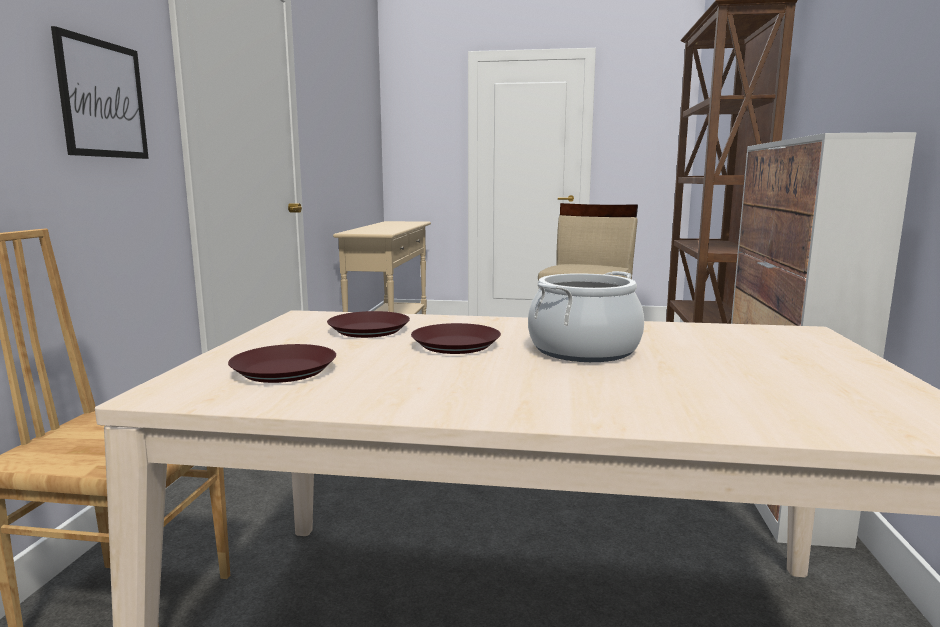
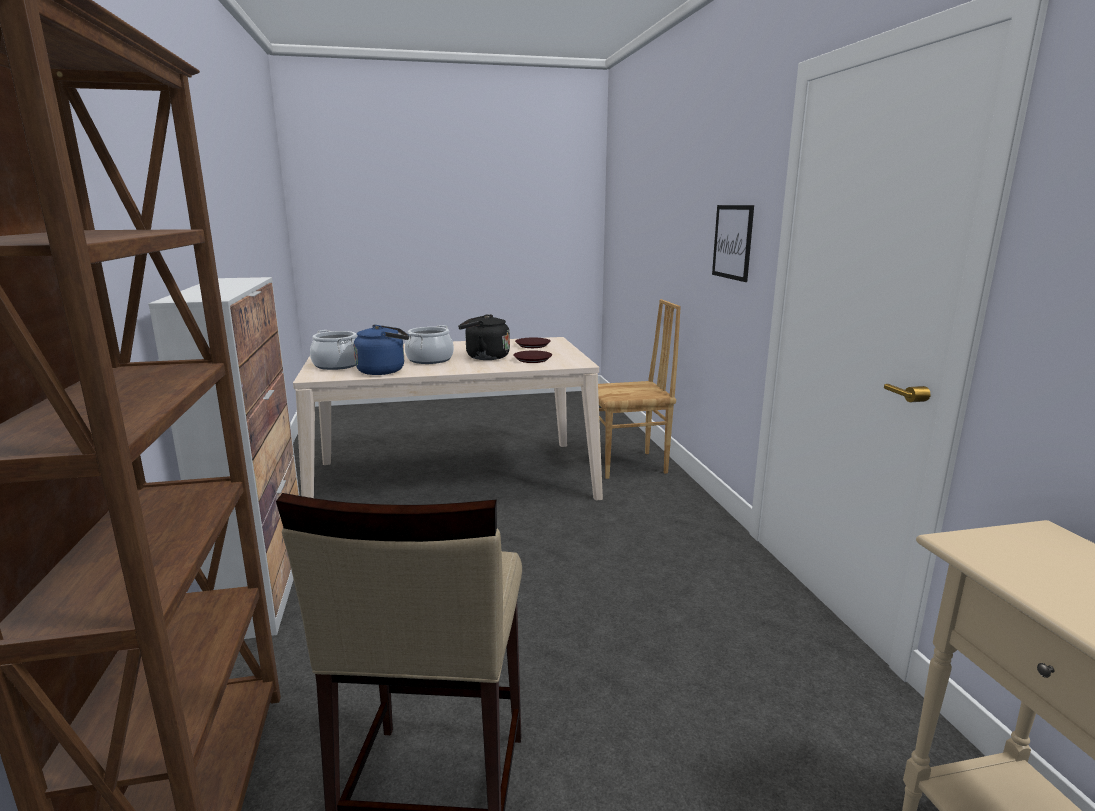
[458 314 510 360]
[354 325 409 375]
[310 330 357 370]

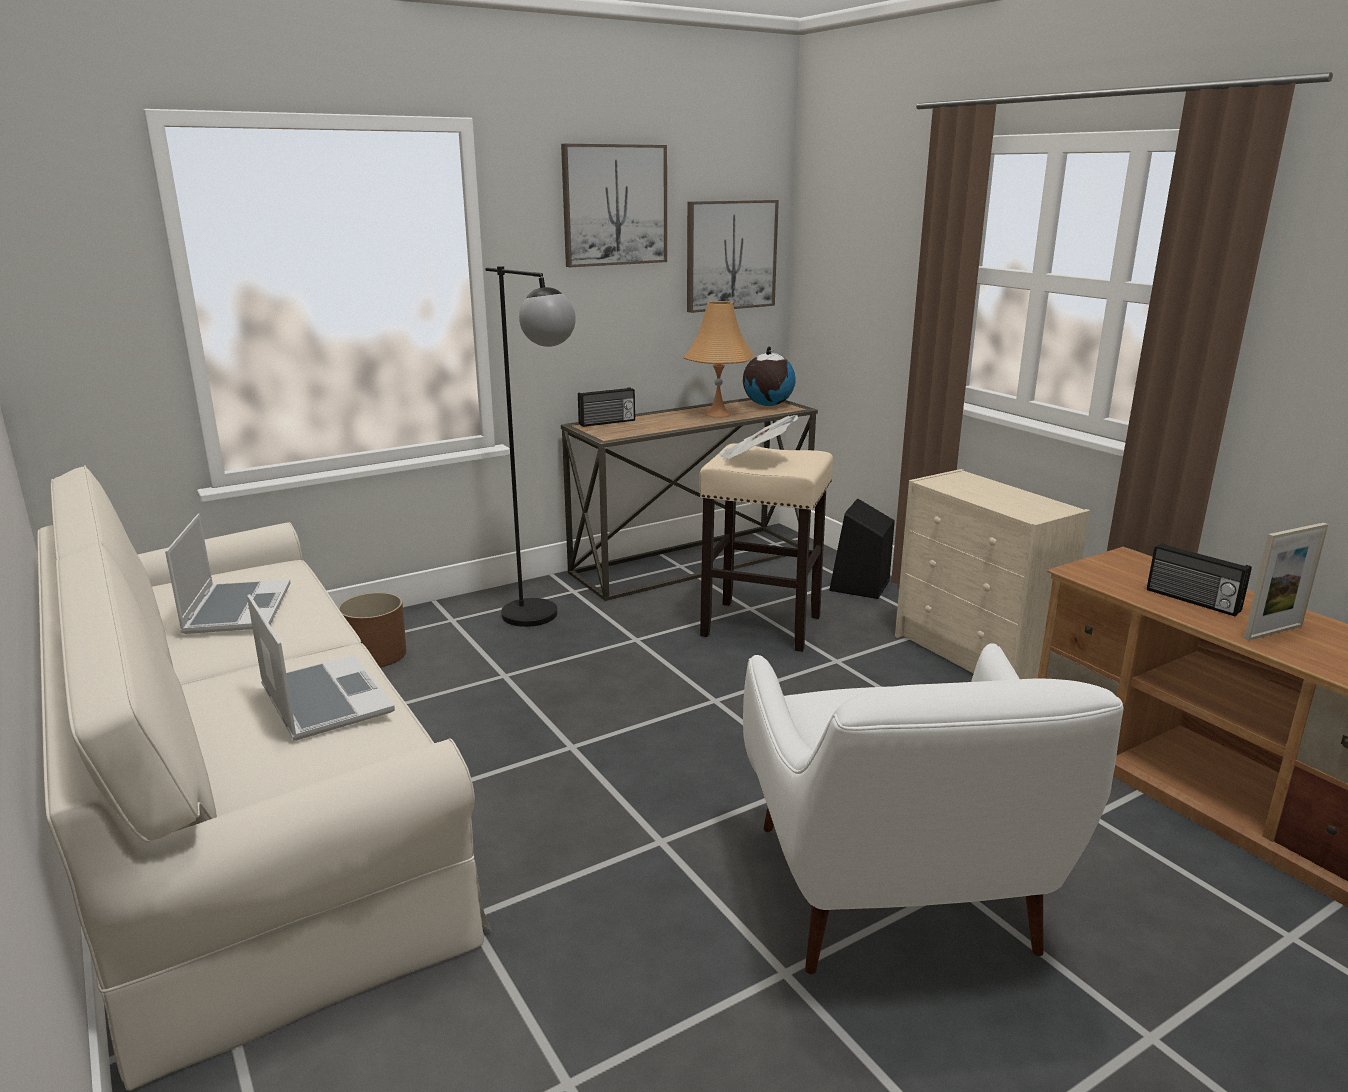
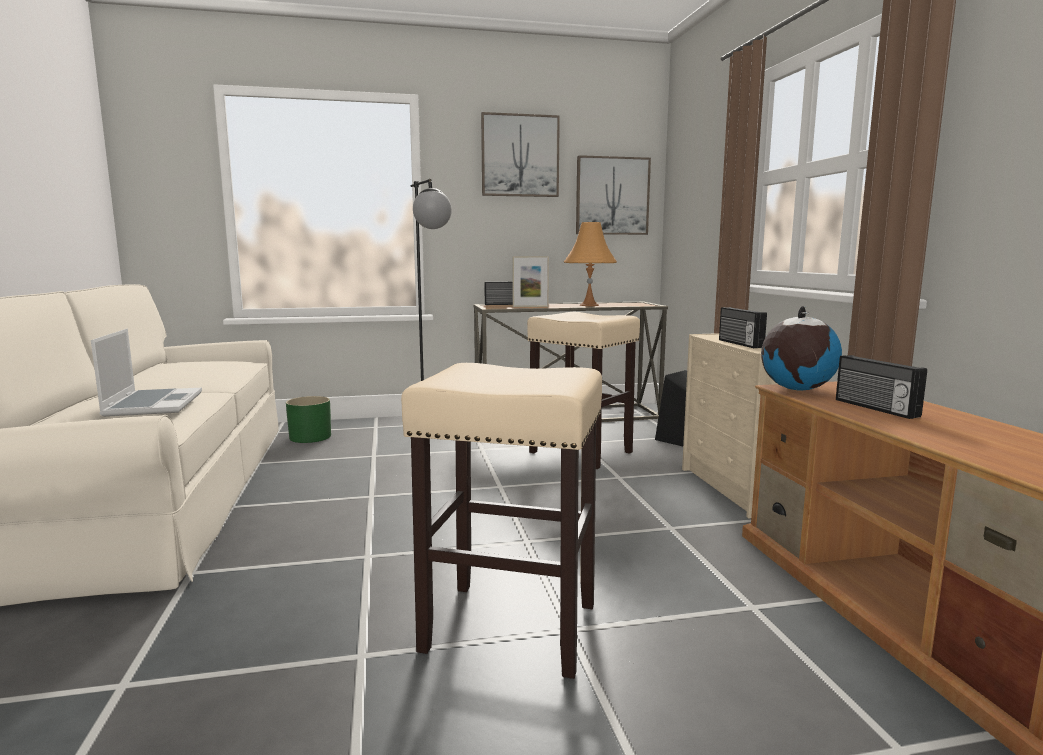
[761 306 842 391]
[719 415 798 461] (first image)
[165 514 291 634] (first image)
[513 256 549 307]
[286 396 331 443]
[401 363 602 679]
[719 307 767 348]

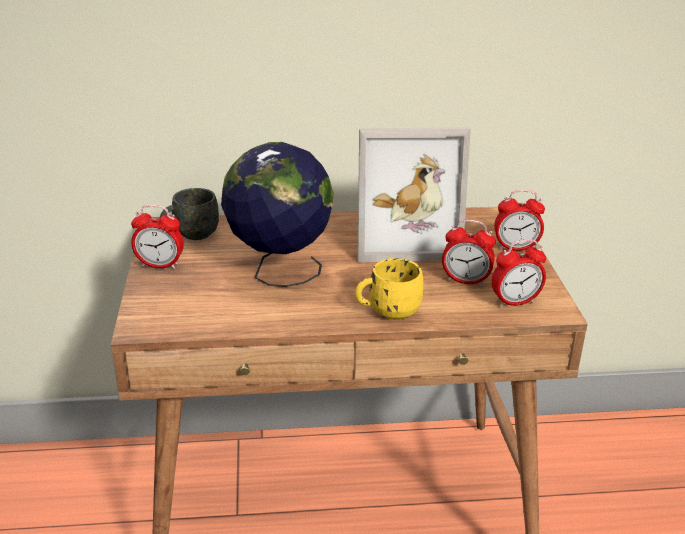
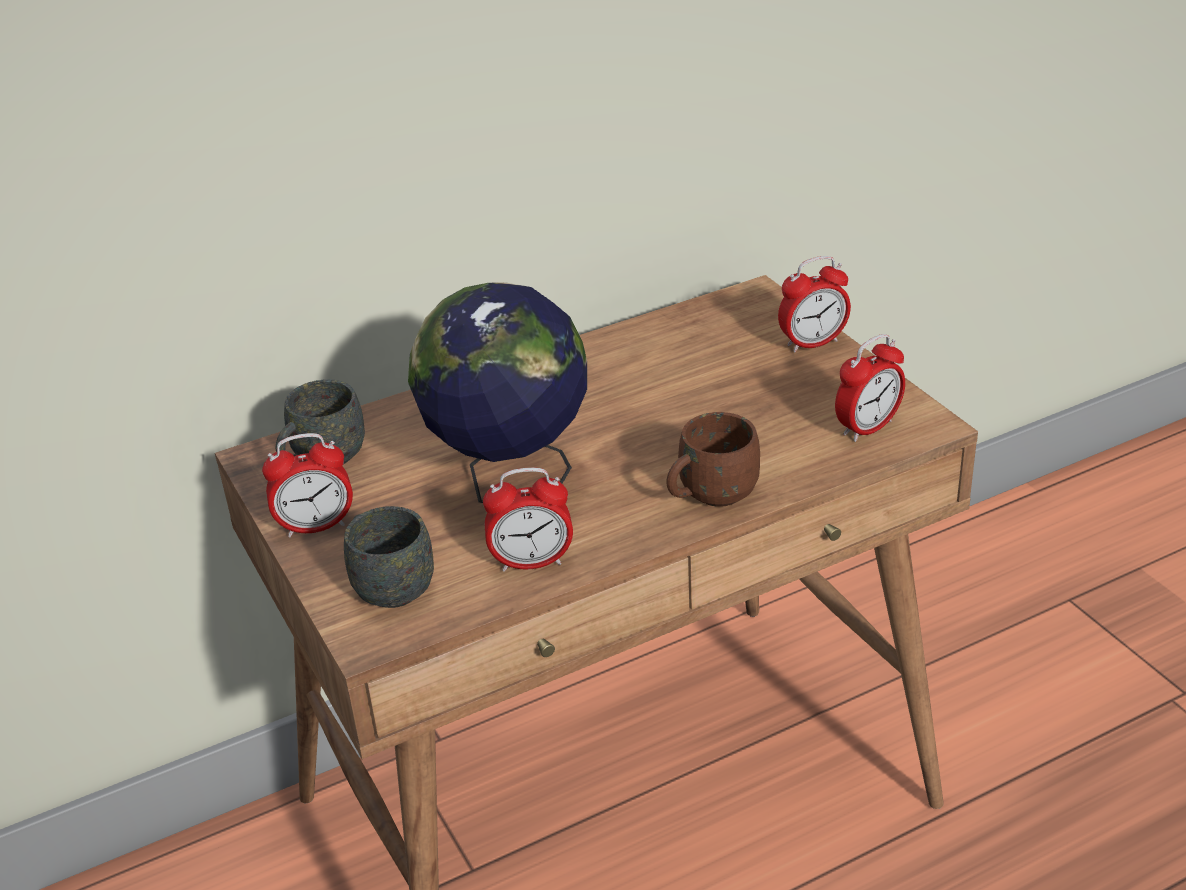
[358 127 471 263] (first image)
[483 468 573 572]
[666 412 760 507]
[344 506 434 608]

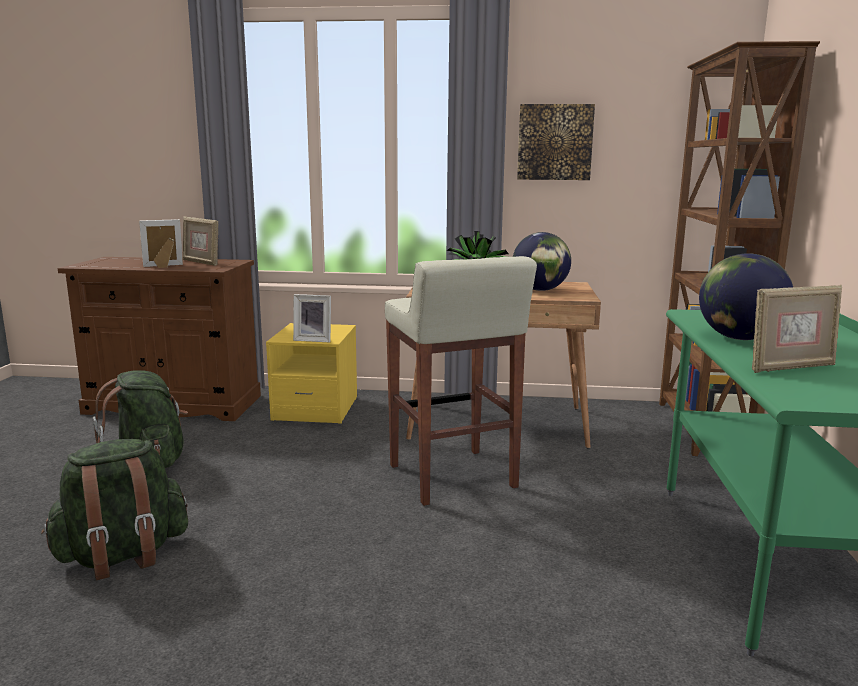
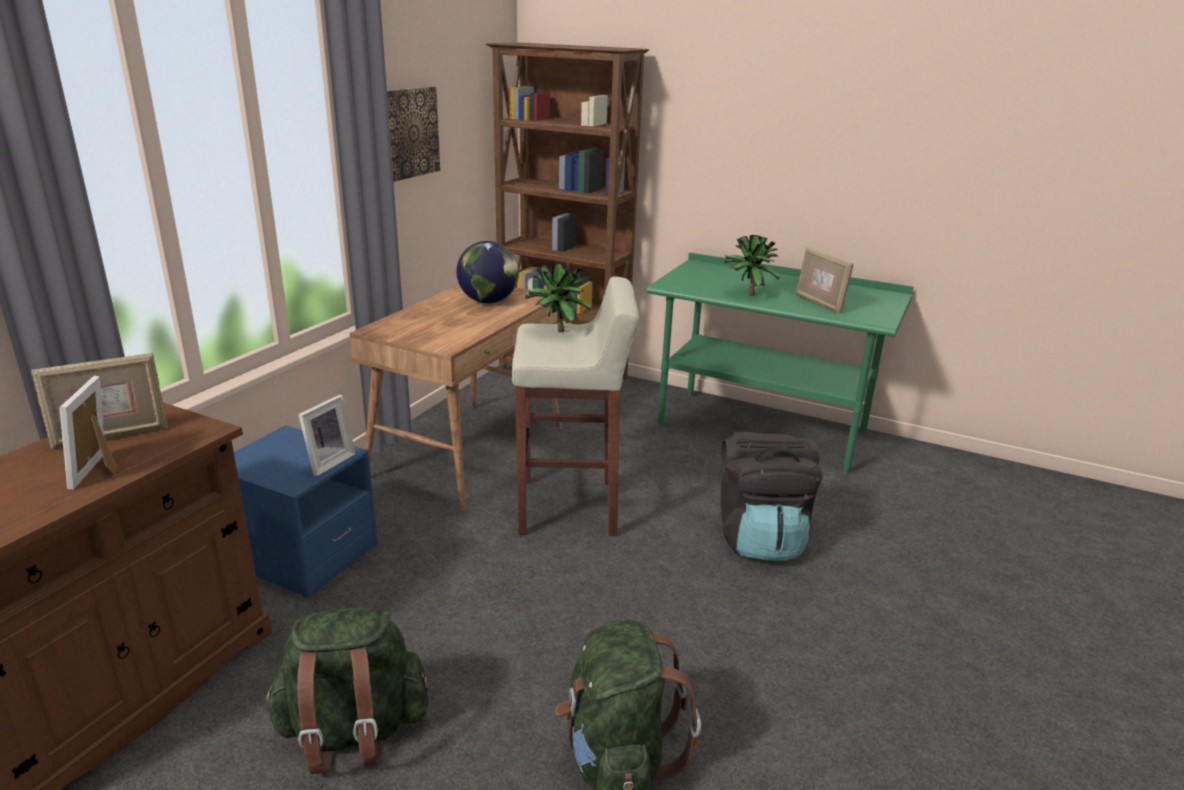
[724 235 781 296]
[796 246 854 314]
[234 425 378 598]
[721 432 823 561]

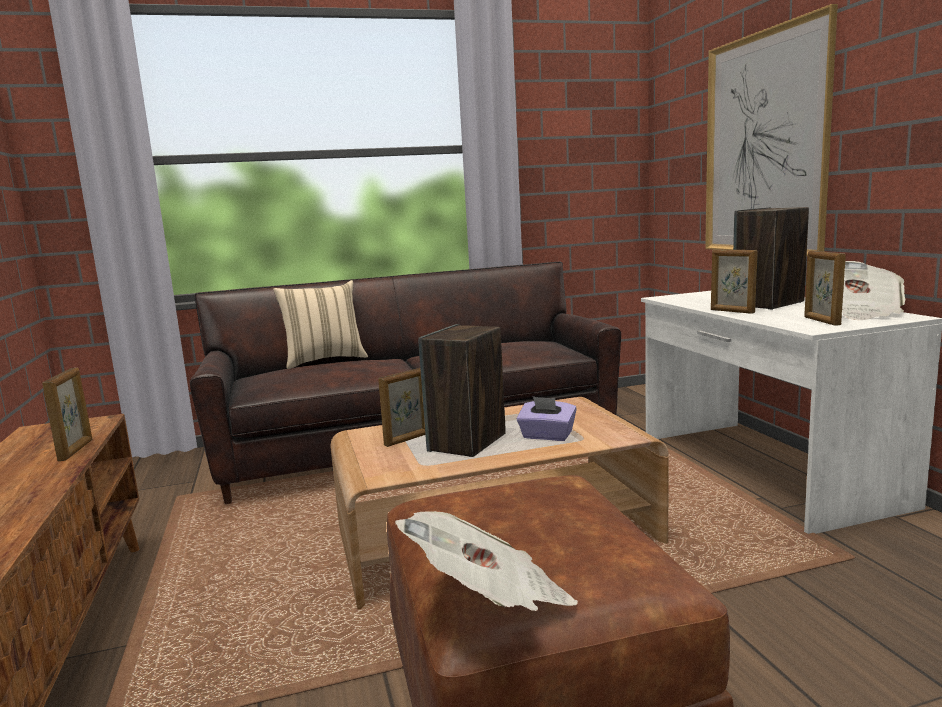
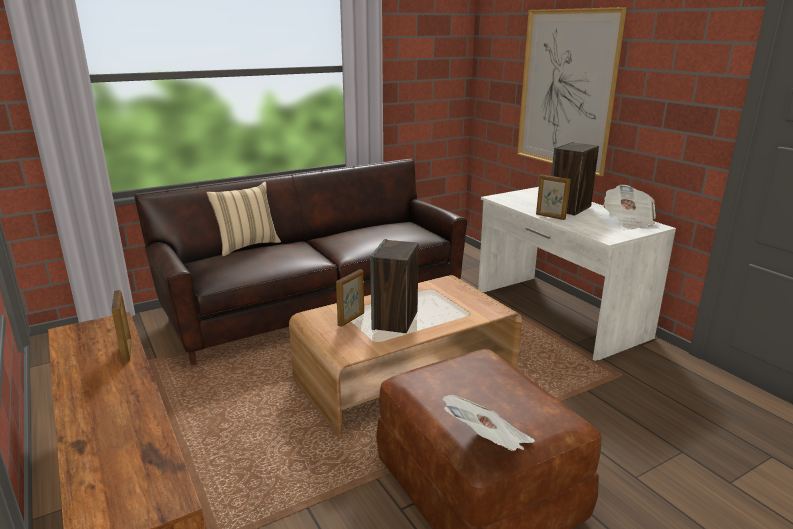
[804 250 846 326] (first image)
[516 396 577 441] (first image)

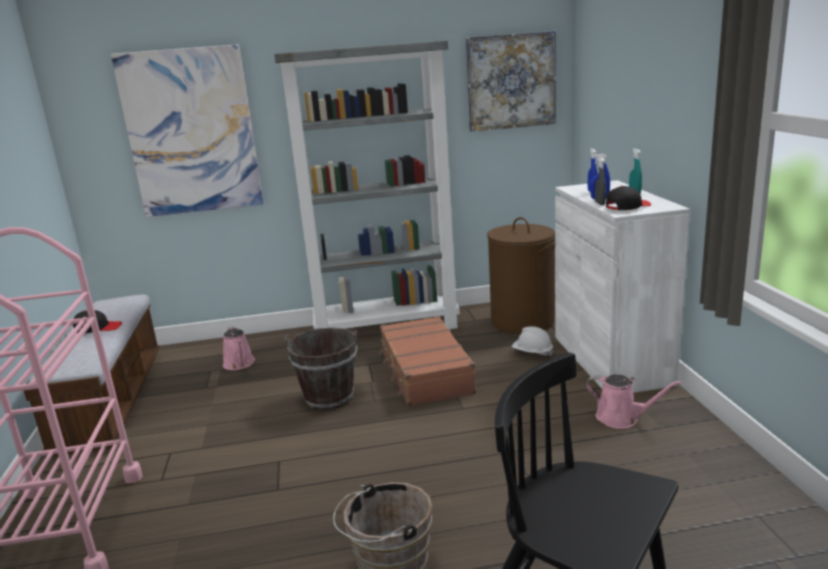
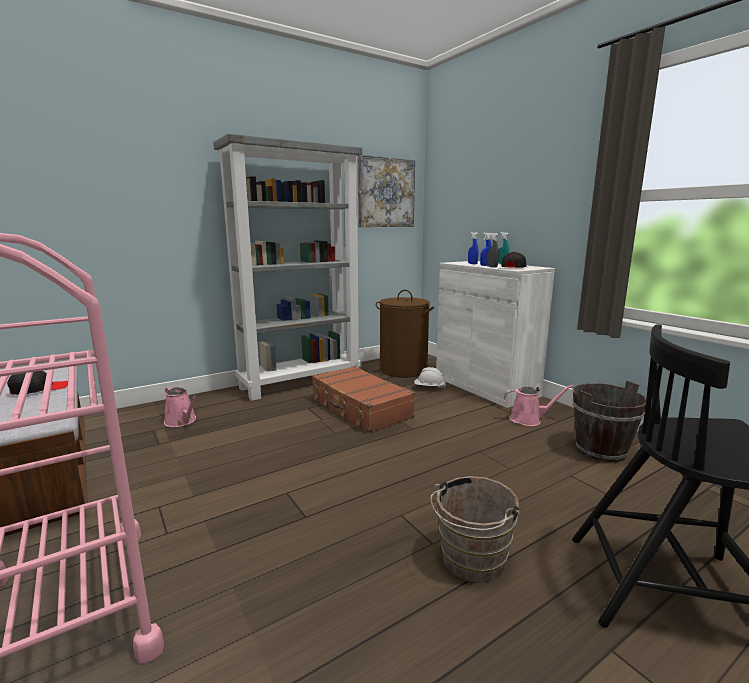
[111 44 263 217] (first image)
[572 381 646 462]

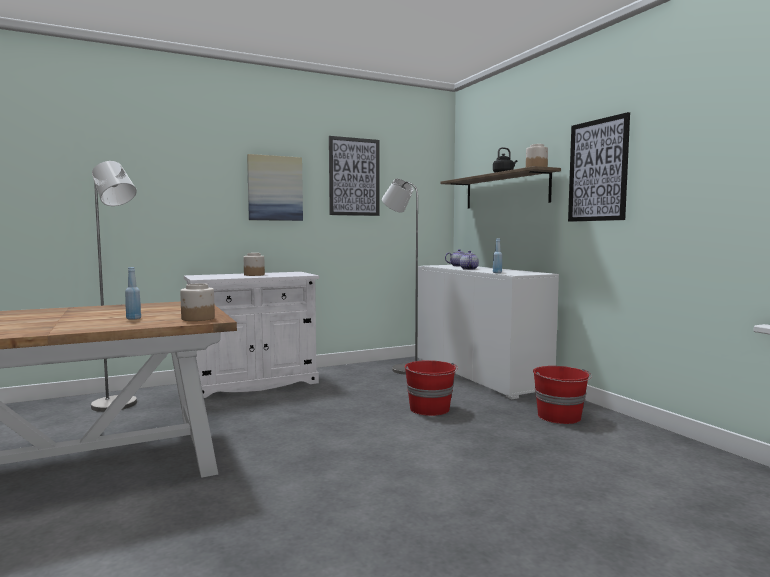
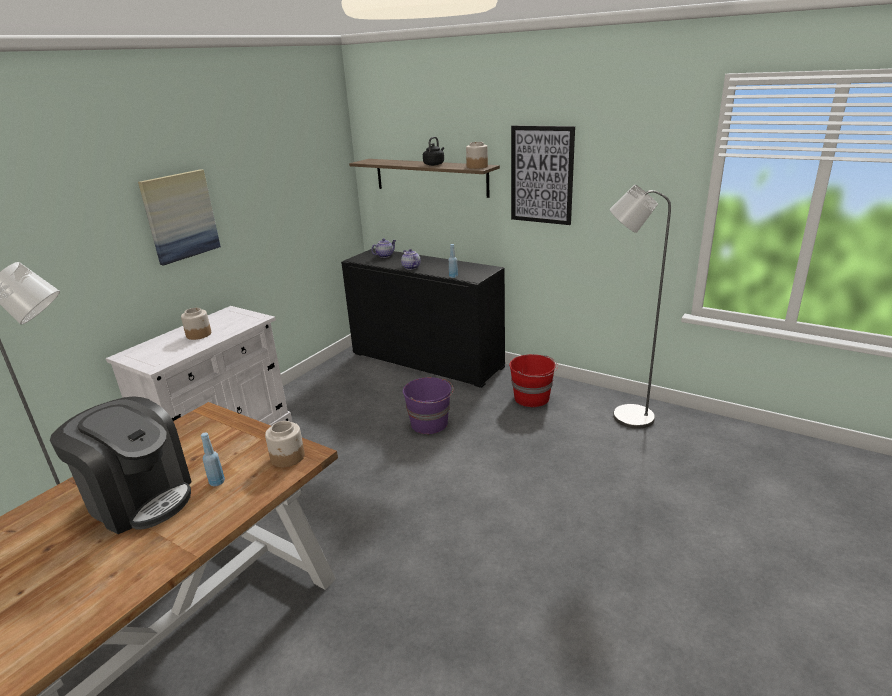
[329 136 380 216] (first image)
[610 185 671 429]
[341 248 505 388]
[403 377 453 434]
[50 396 192 534]

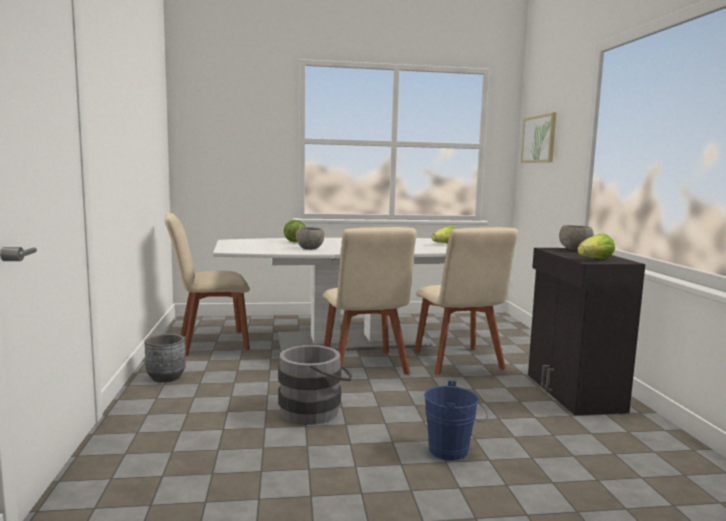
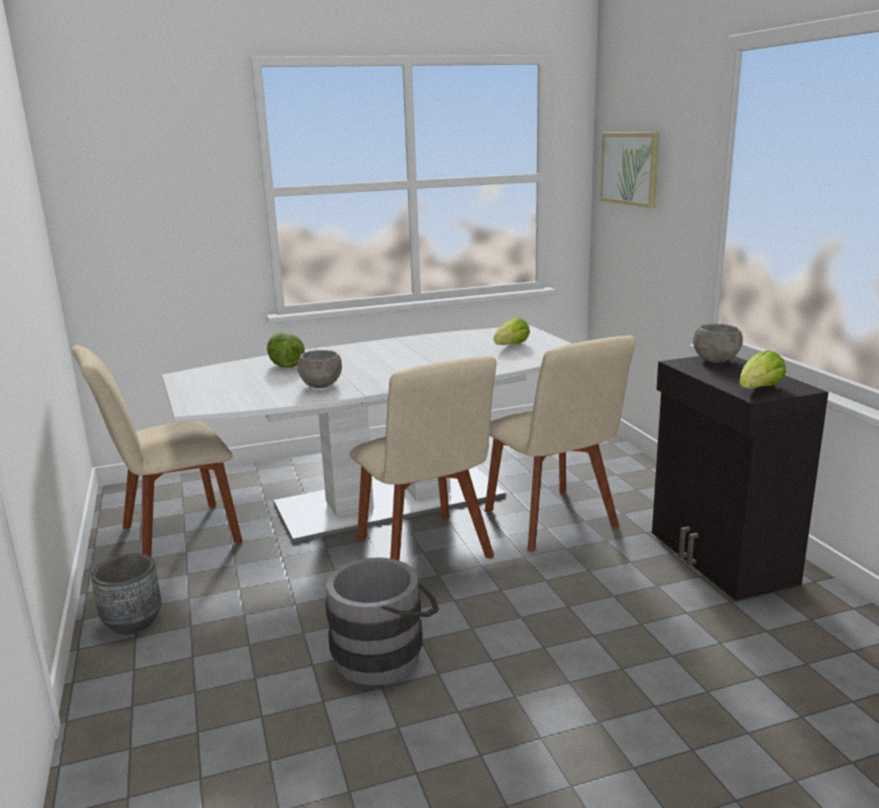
[424 381 488 461] (first image)

